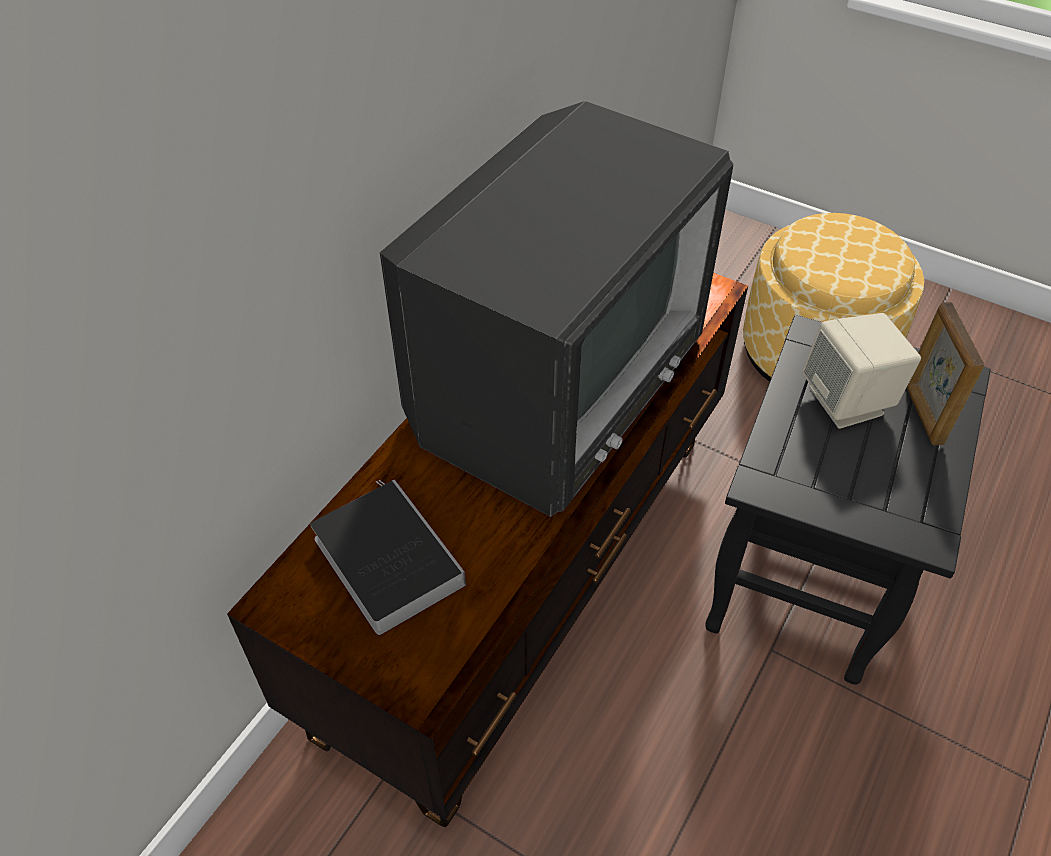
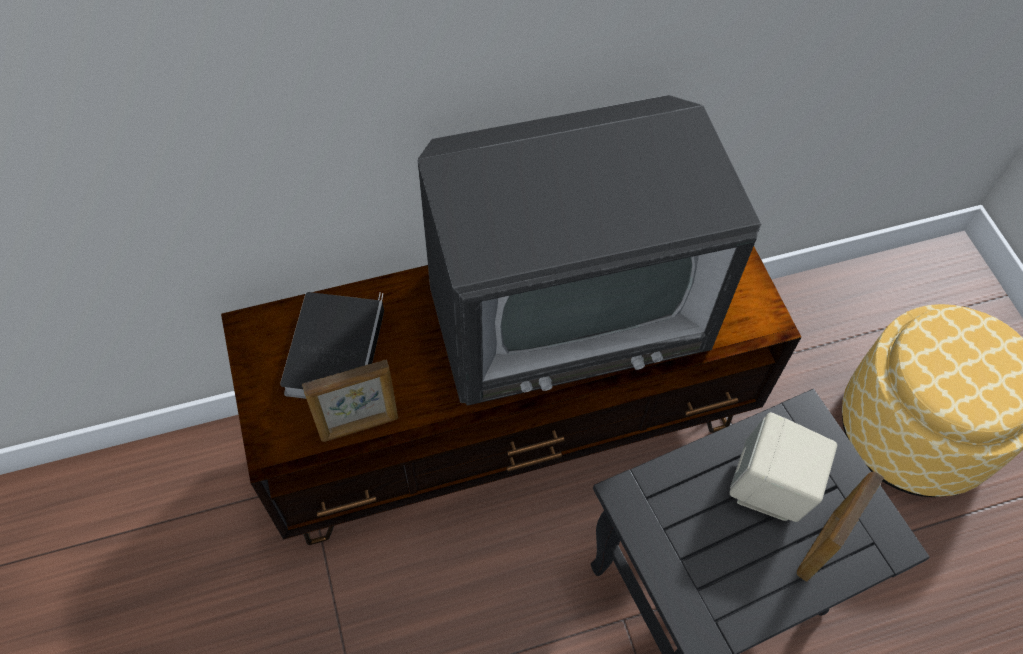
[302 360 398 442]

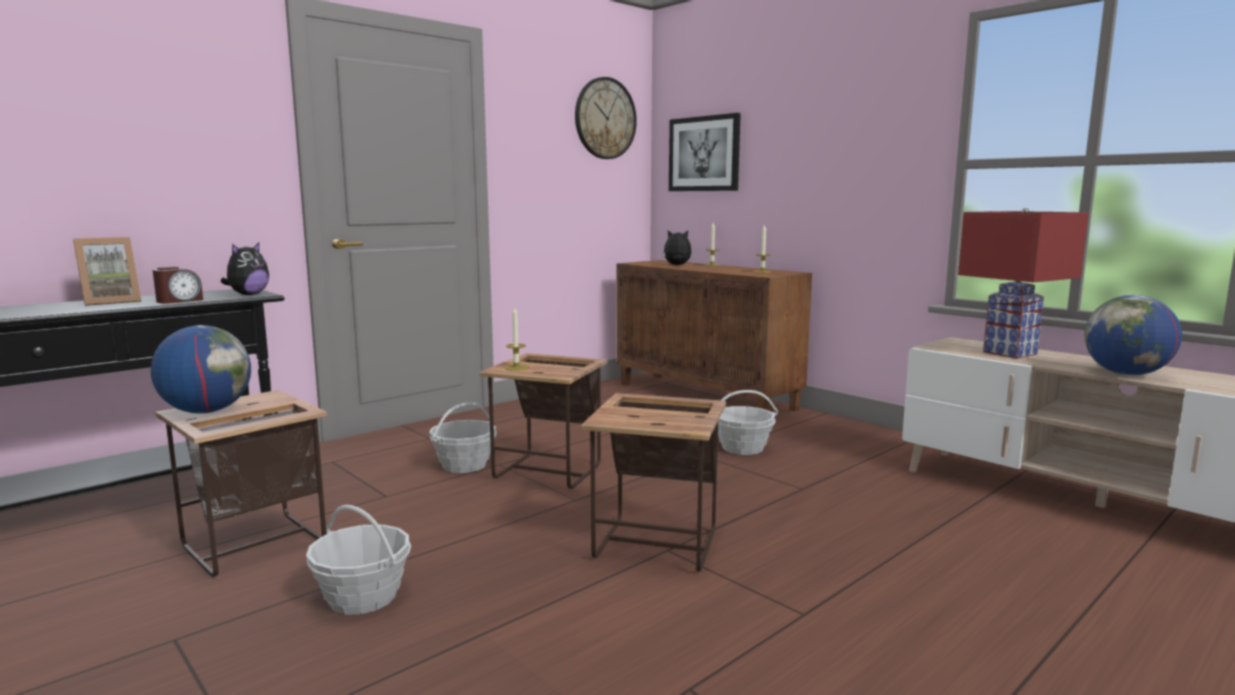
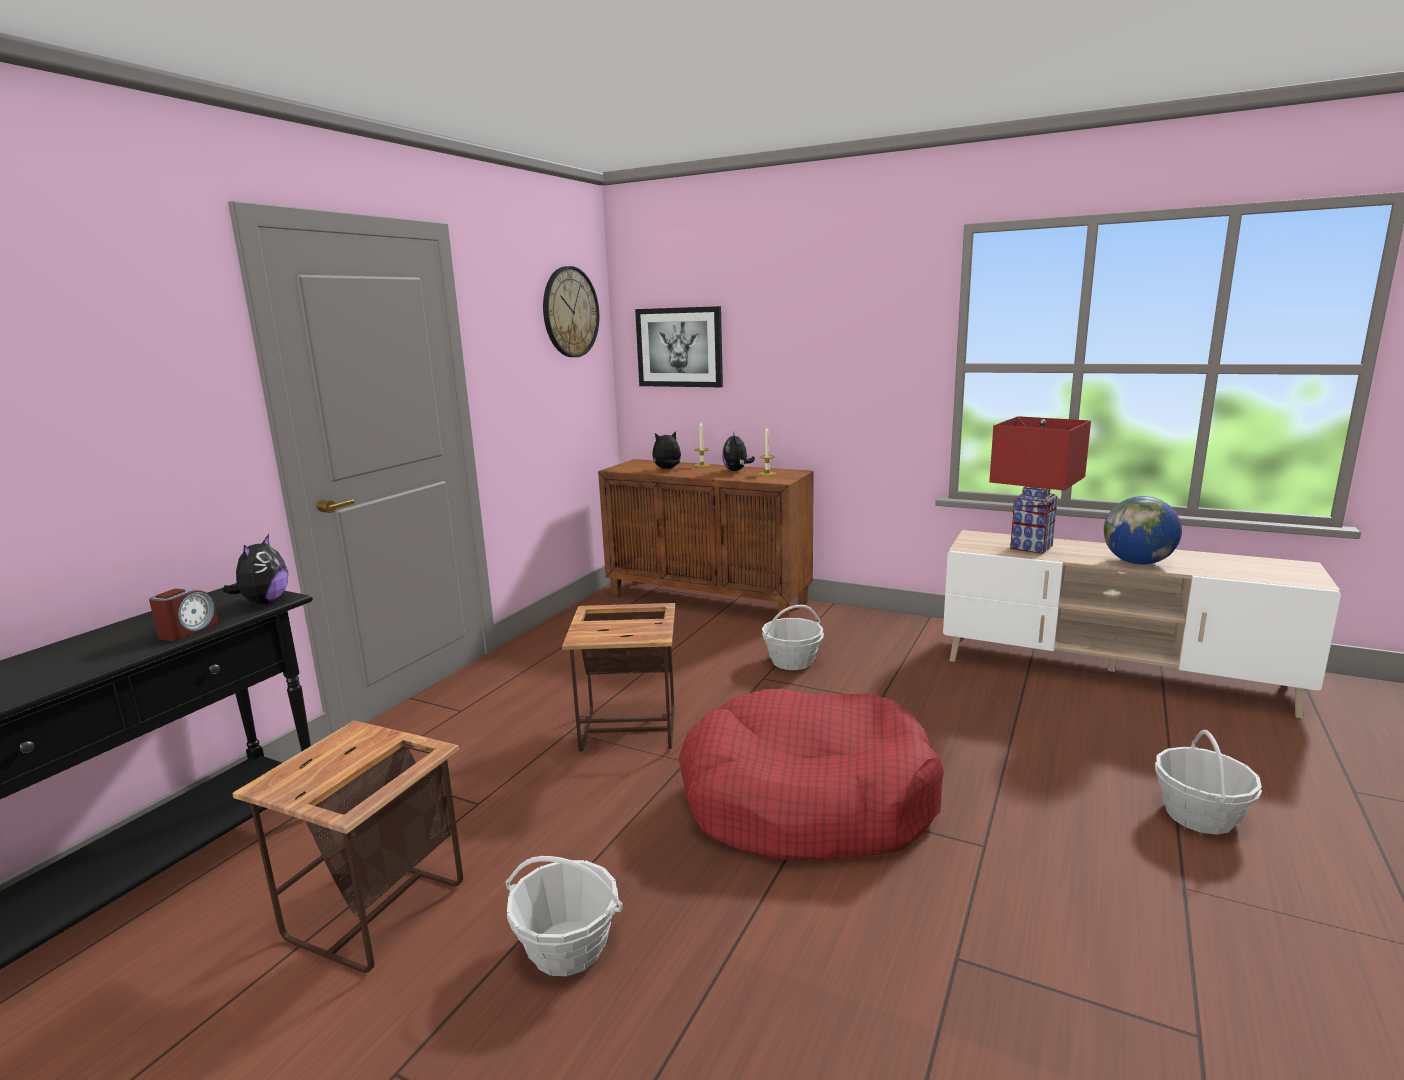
[73 237 142 306] (first image)
[505 308 528 370] (first image)
[151 325 251 414] (first image)
[679 689 944 860]
[1155 730 1262 835]
[722 432 755 471]

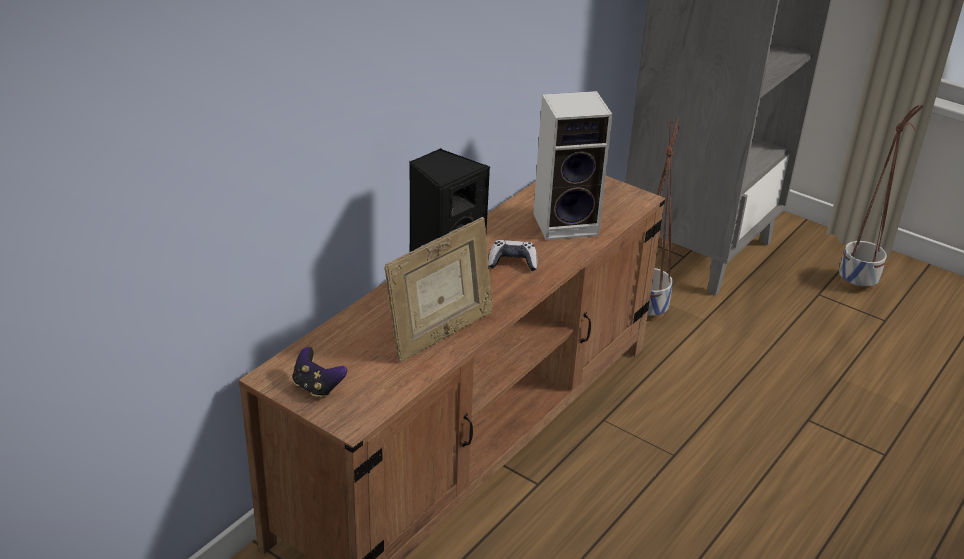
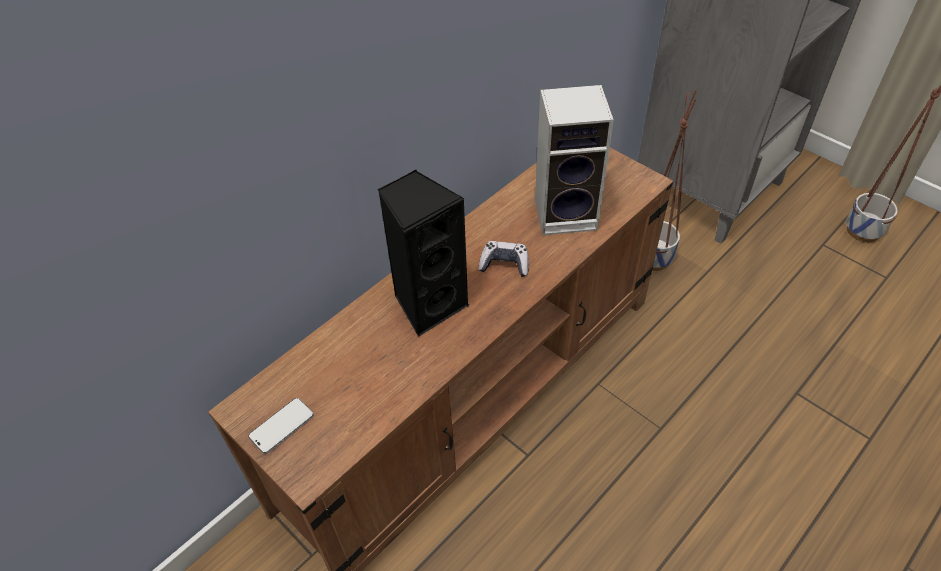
[384 217 493 362] (first image)
[248 398 314 454]

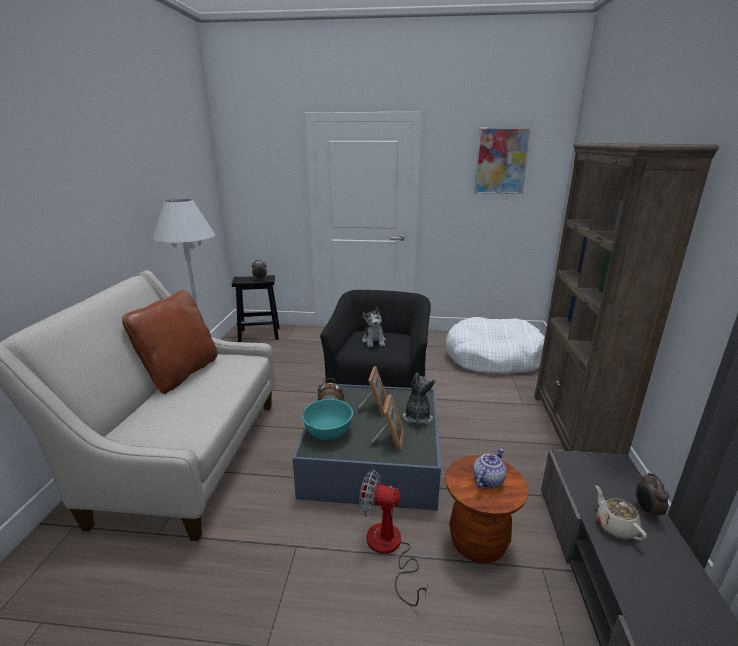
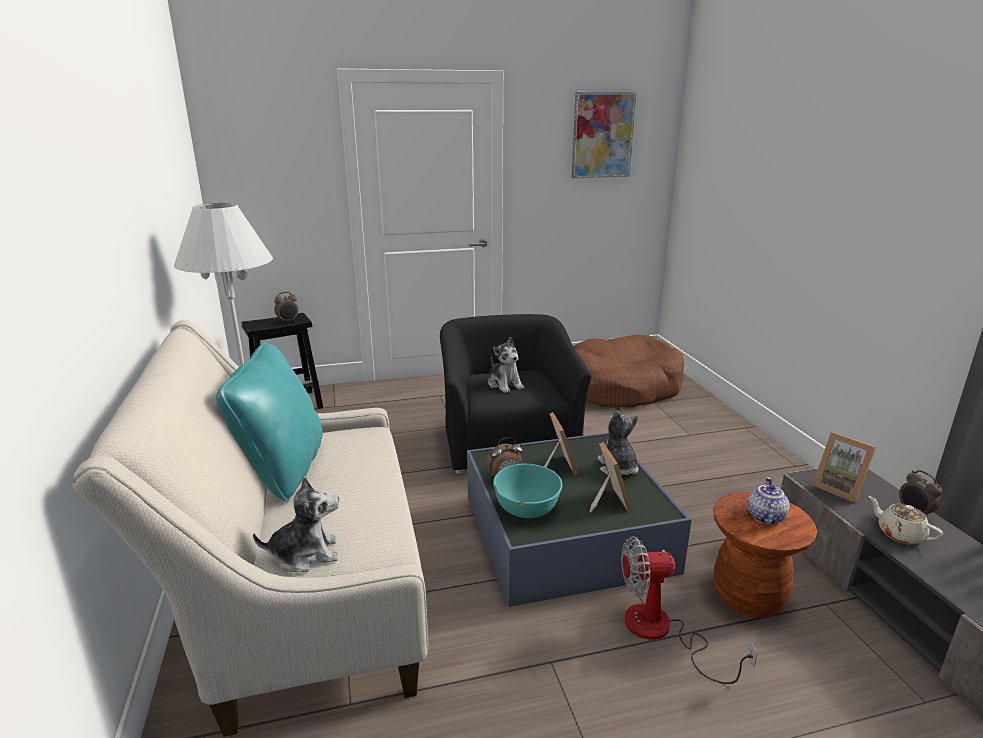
[534 143 719 455] (first image)
[216 343 323 502]
[573 334 684 408]
[812 432 876 502]
[253 476 339 572]

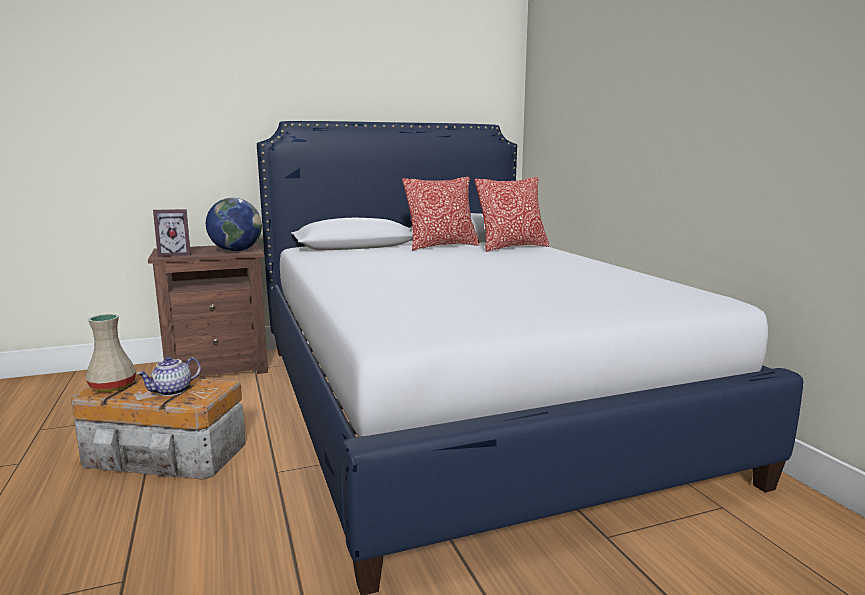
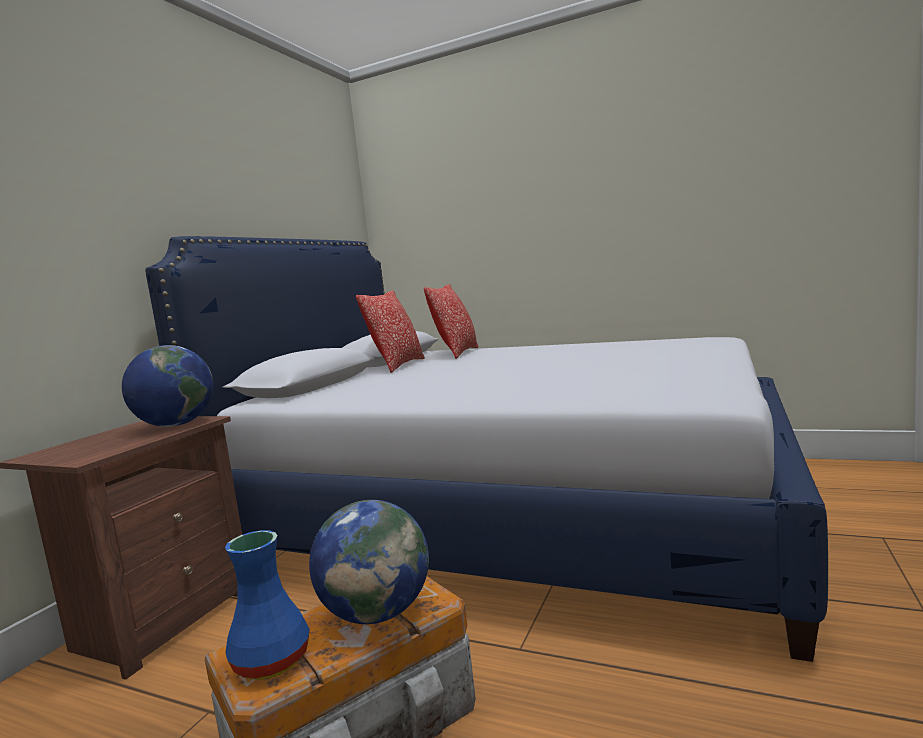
[153 209 191 257] (first image)
[225 530 310 680]
[309 500 429 624]

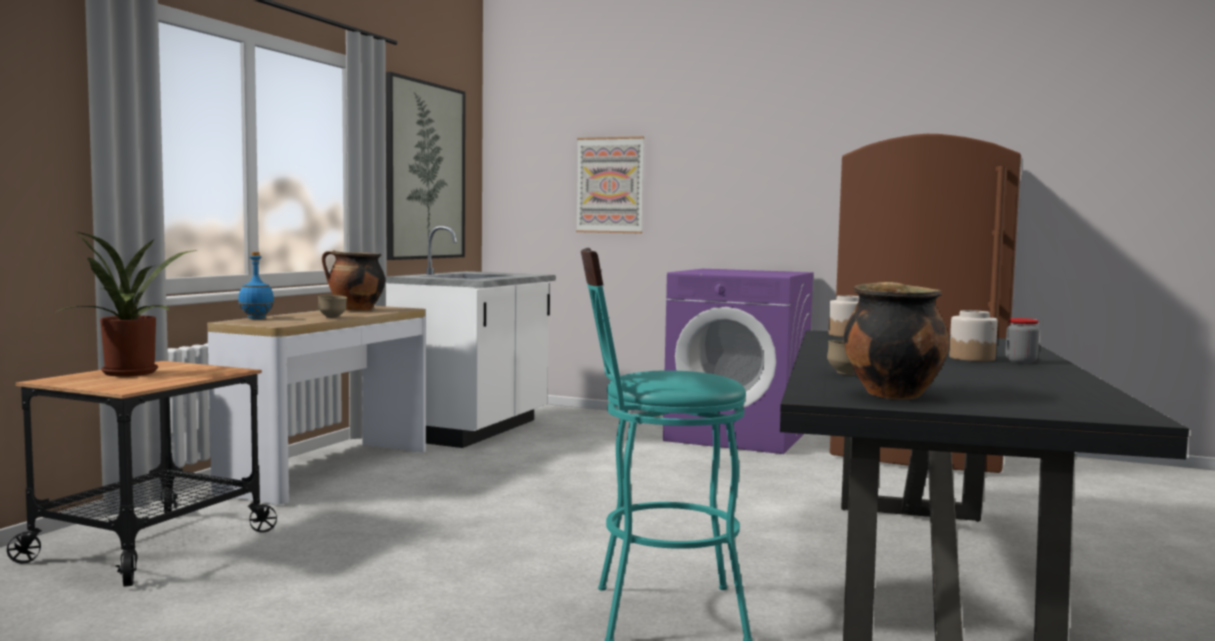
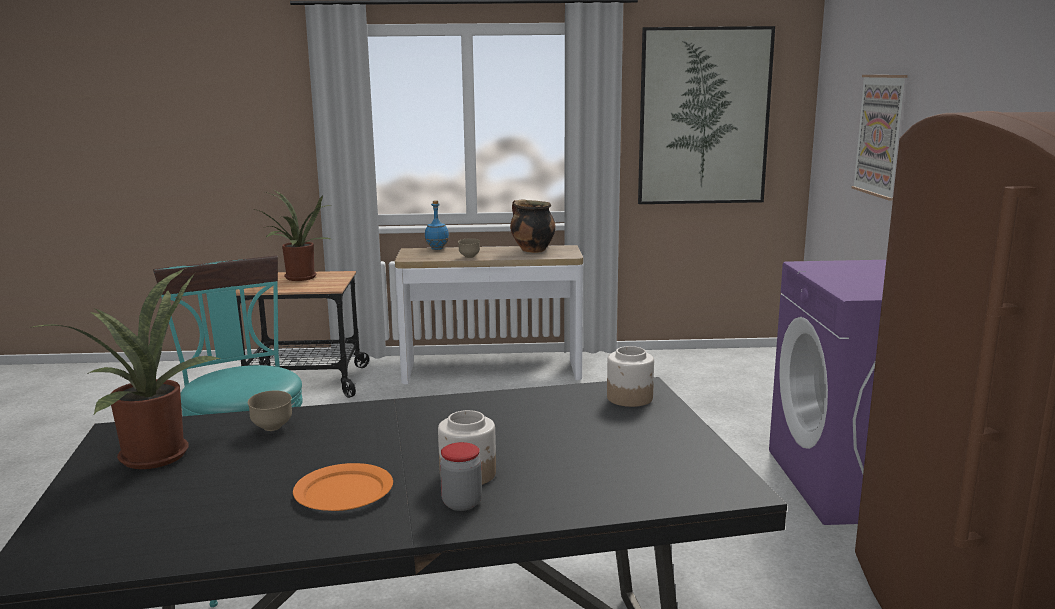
[385 226 556 448] (first image)
[33 268 220 469]
[293 463 393 511]

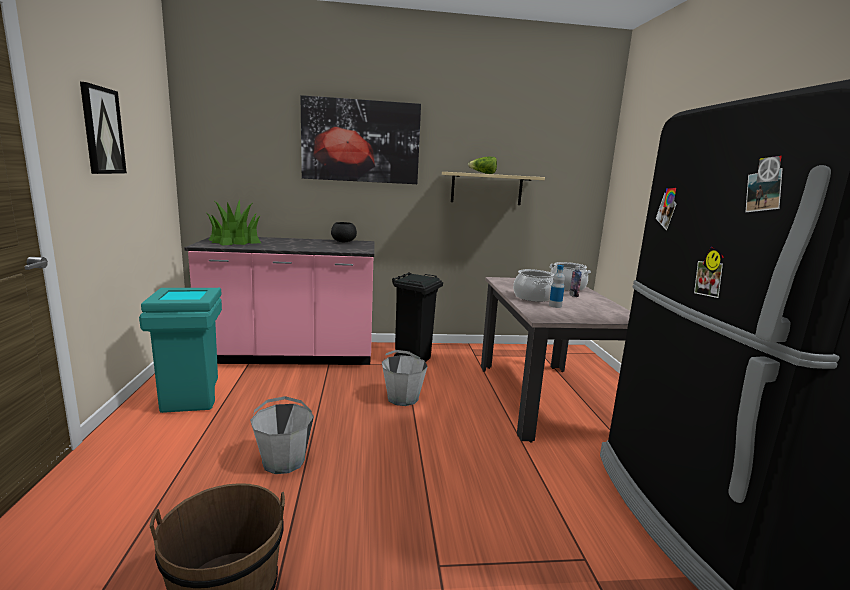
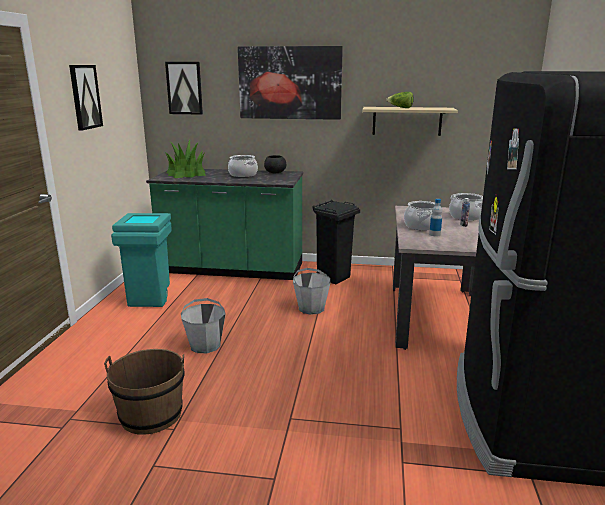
[146 169 303 280]
[165 62 203 115]
[228 155 258 177]

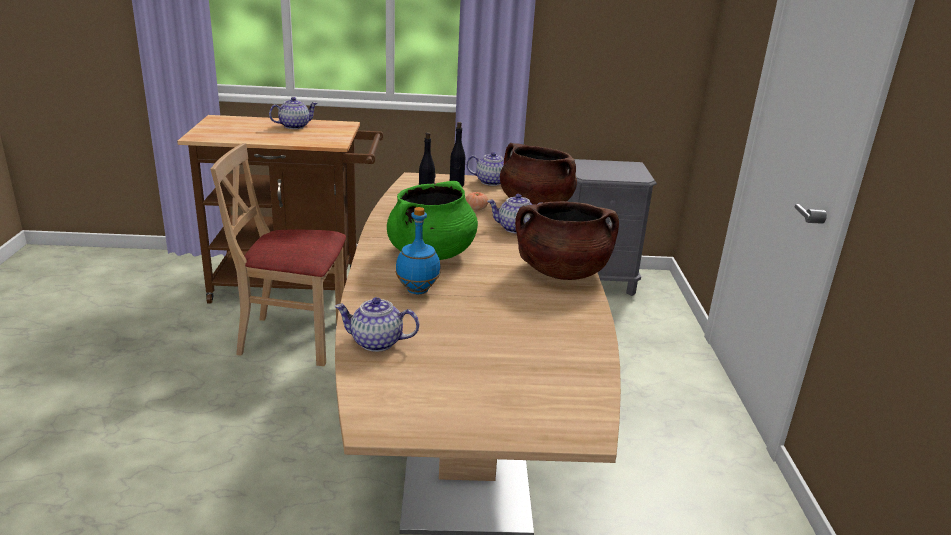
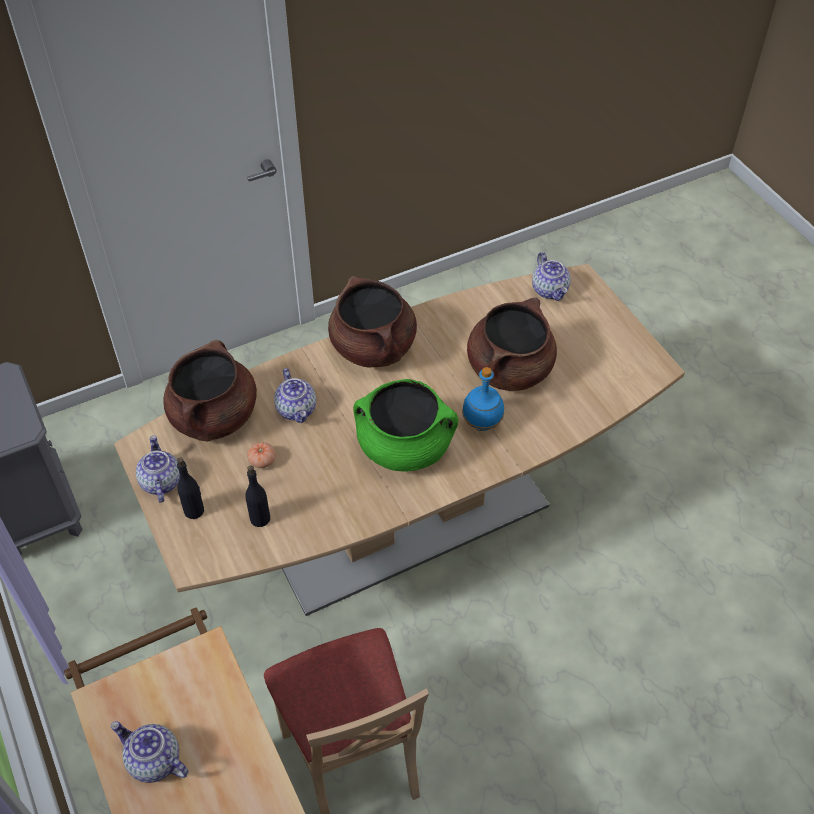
[532 252 571 301]
[467 298 557 391]

